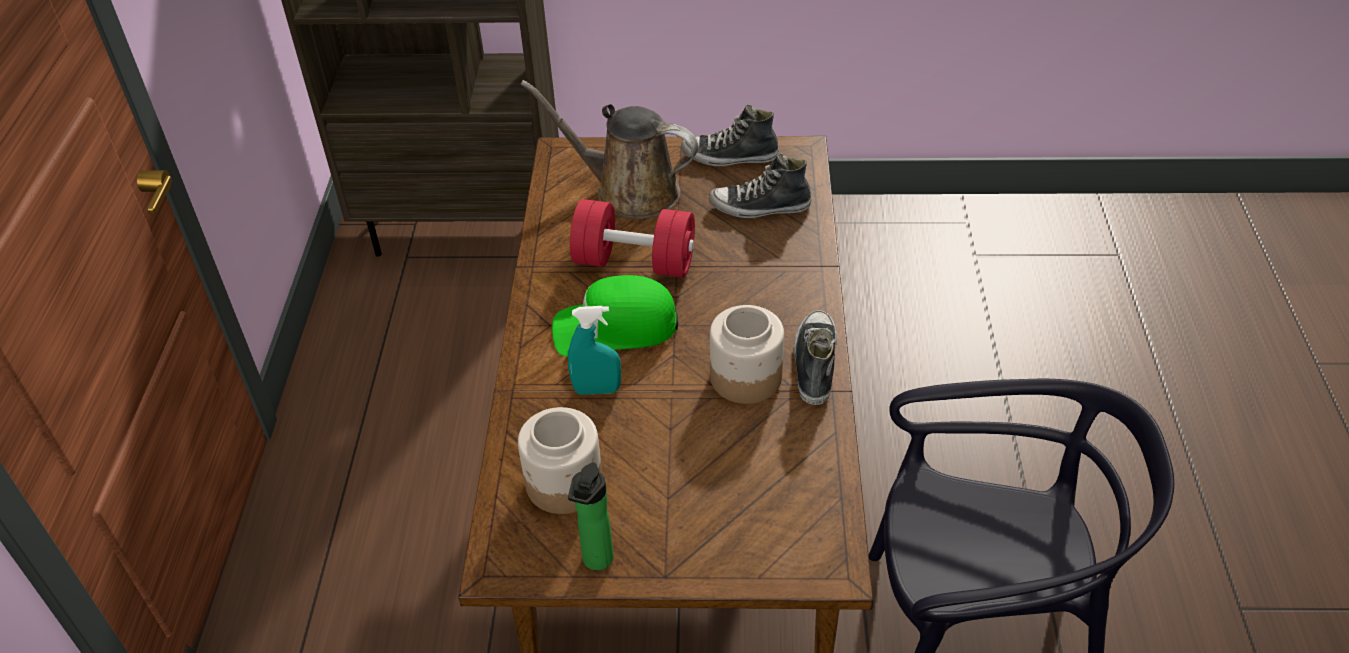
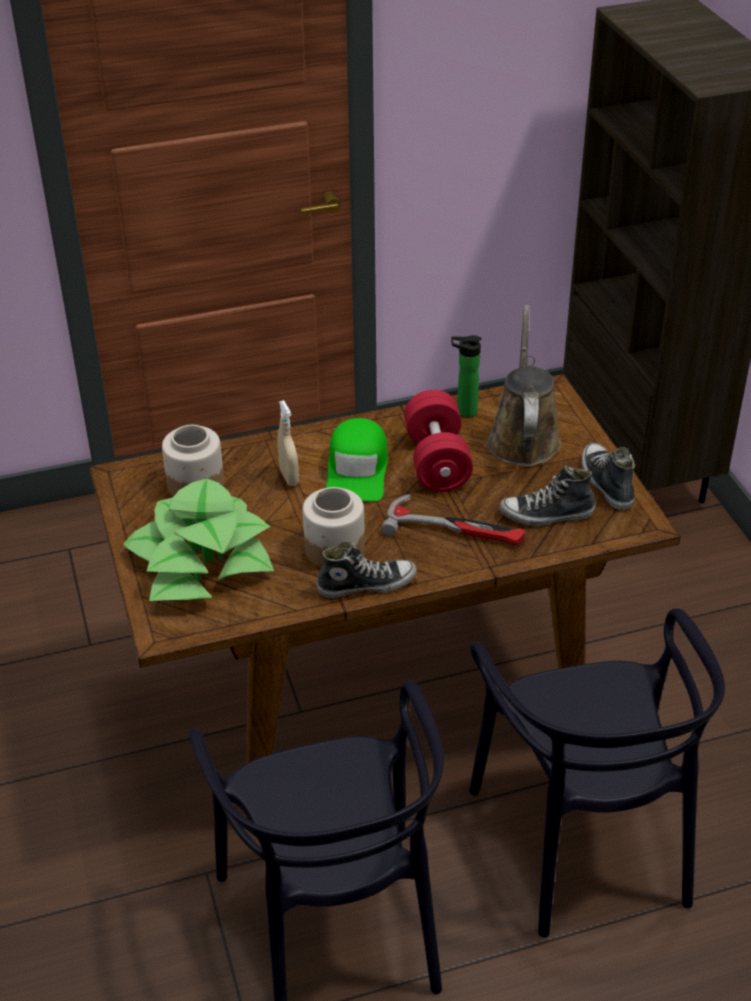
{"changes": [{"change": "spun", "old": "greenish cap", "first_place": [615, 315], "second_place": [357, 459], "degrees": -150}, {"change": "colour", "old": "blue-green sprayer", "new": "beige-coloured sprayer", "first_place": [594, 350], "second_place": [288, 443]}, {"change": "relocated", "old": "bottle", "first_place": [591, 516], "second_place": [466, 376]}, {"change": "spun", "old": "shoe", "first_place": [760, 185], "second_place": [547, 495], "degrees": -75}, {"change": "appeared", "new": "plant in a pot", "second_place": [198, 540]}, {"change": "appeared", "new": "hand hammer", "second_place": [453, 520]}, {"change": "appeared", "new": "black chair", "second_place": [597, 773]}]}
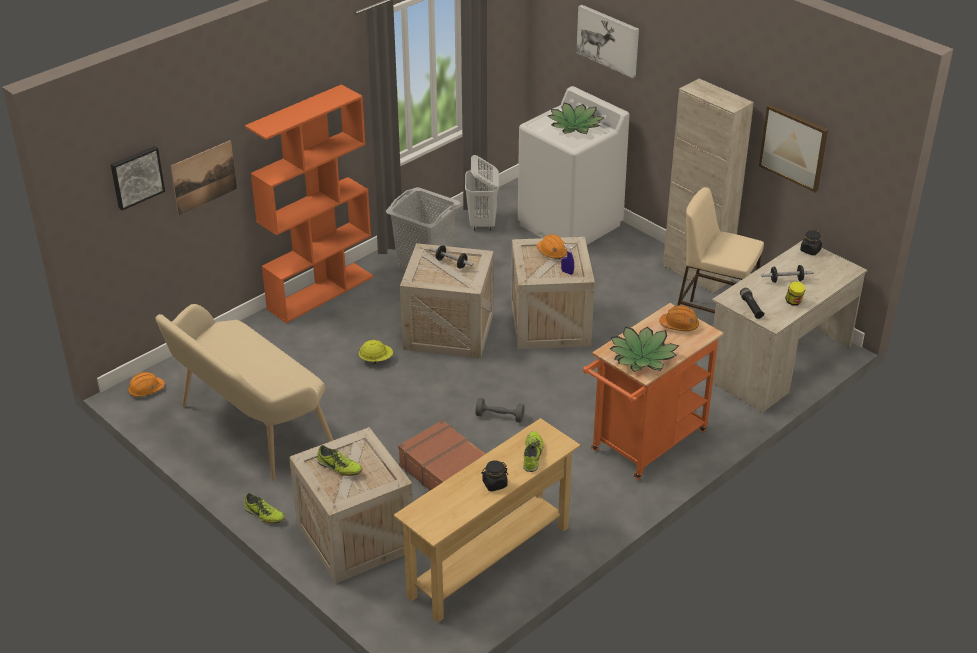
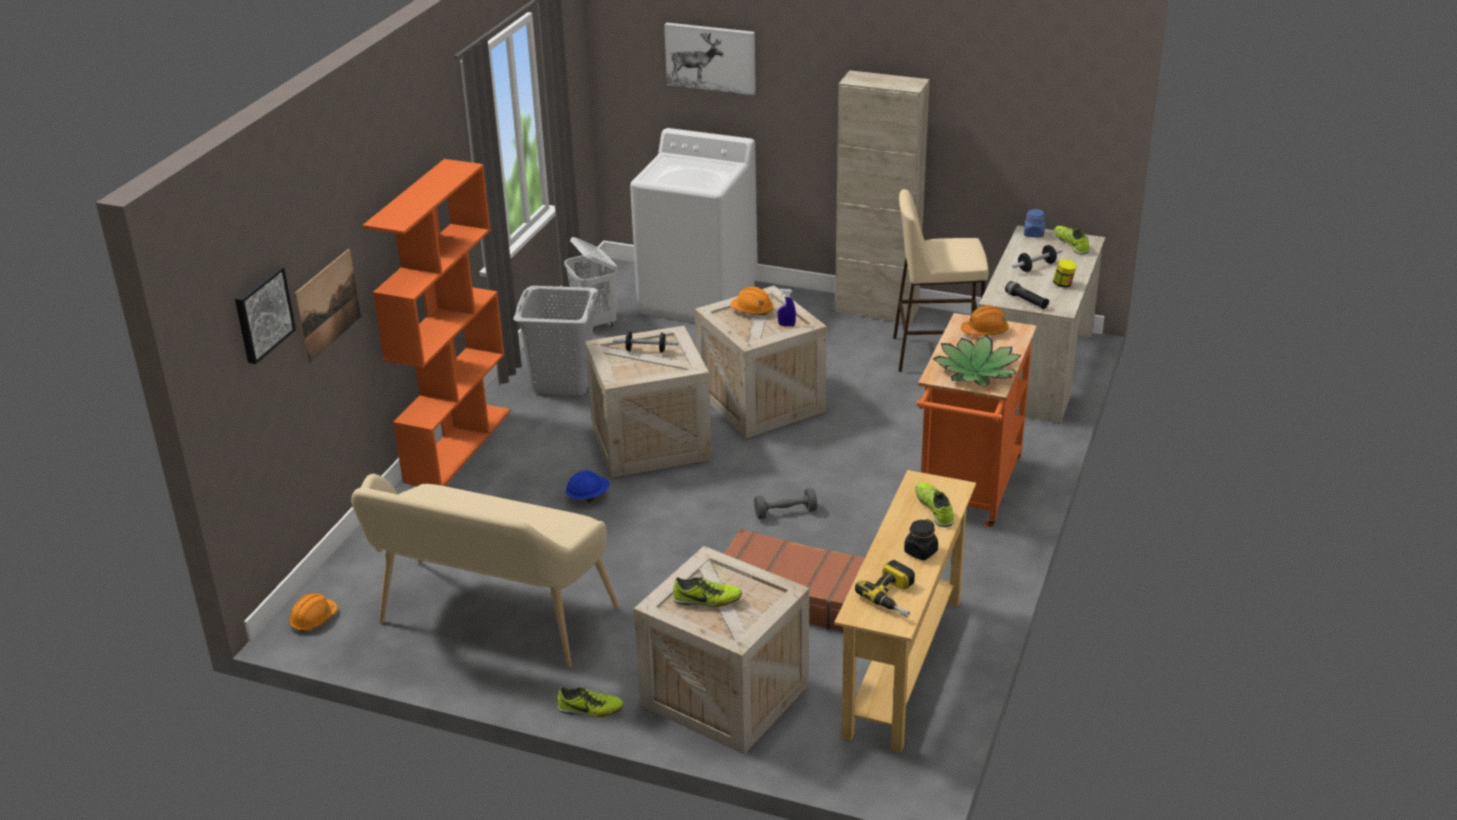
{"changes": [{"change": "colour", "old": "yellow safety helmet", "new": "bluish safety helmet", "first_place": [376, 352], "second_place": [587, 486]}, {"change": "missing", "old": "plant in a pot", "first_place": [576, 118]}, {"change": "missing", "old": "picture", "first_place": [793, 148]}, {"change": "colour", "old": "black storage jar", "new": "bluish storage jar", "first_place": [811, 242], "second_place": [1034, 223]}, {"change": "appeared", "new": "power drill", "second_place": [885, 589]}, {"change": "appeared", "new": "shoe", "second_place": [1071, 240]}]}
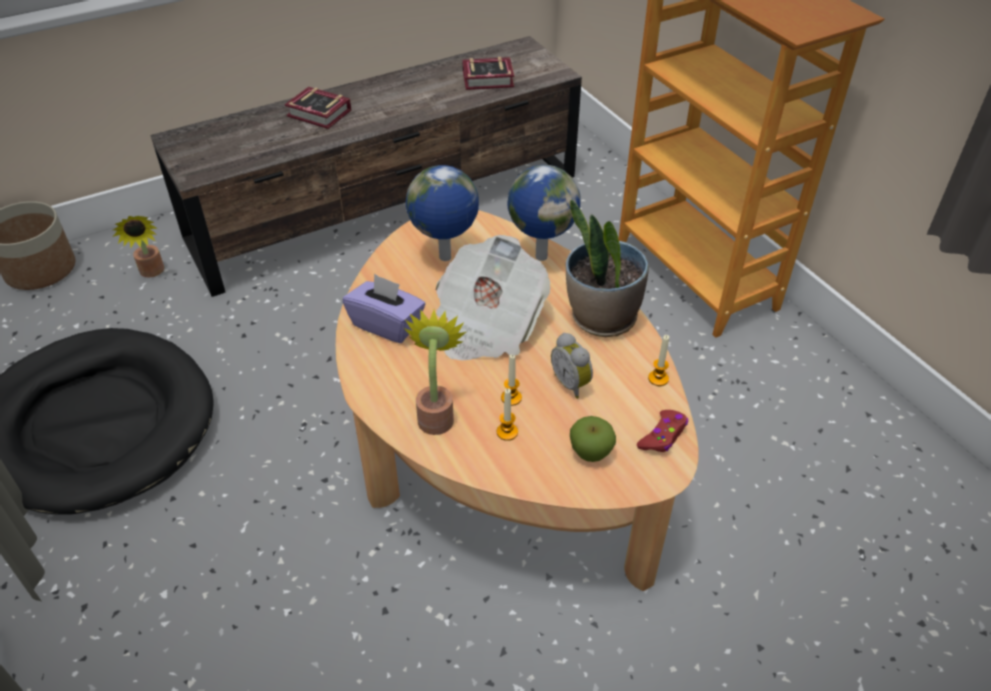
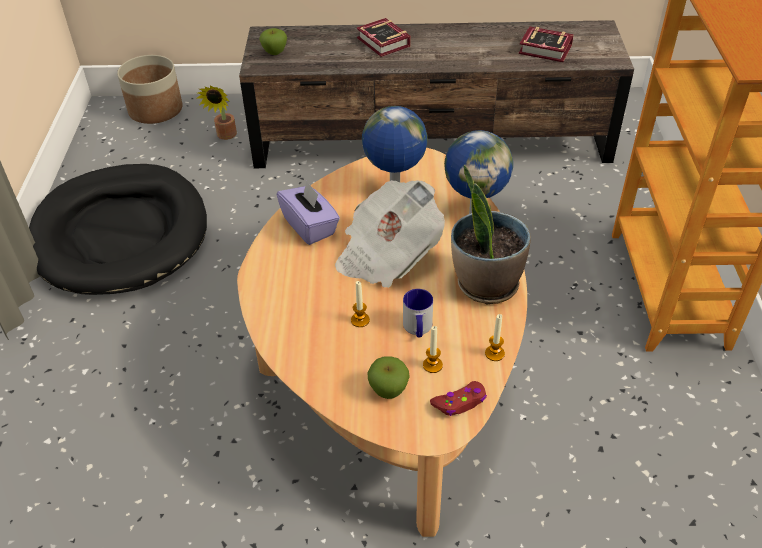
{"changes": [{"change": "missing", "old": "plant in a pot", "first_place": [435, 372]}, {"change": "relocated", "old": "wax candle", "first_place": [507, 415], "second_place": [433, 349]}, {"change": "exchanged", "old": "table clock", "new": "tea mug", "first_place": [572, 366], "second_place": [418, 313]}, {"change": "appeared", "new": "apple fruit", "second_place": [273, 41]}]}
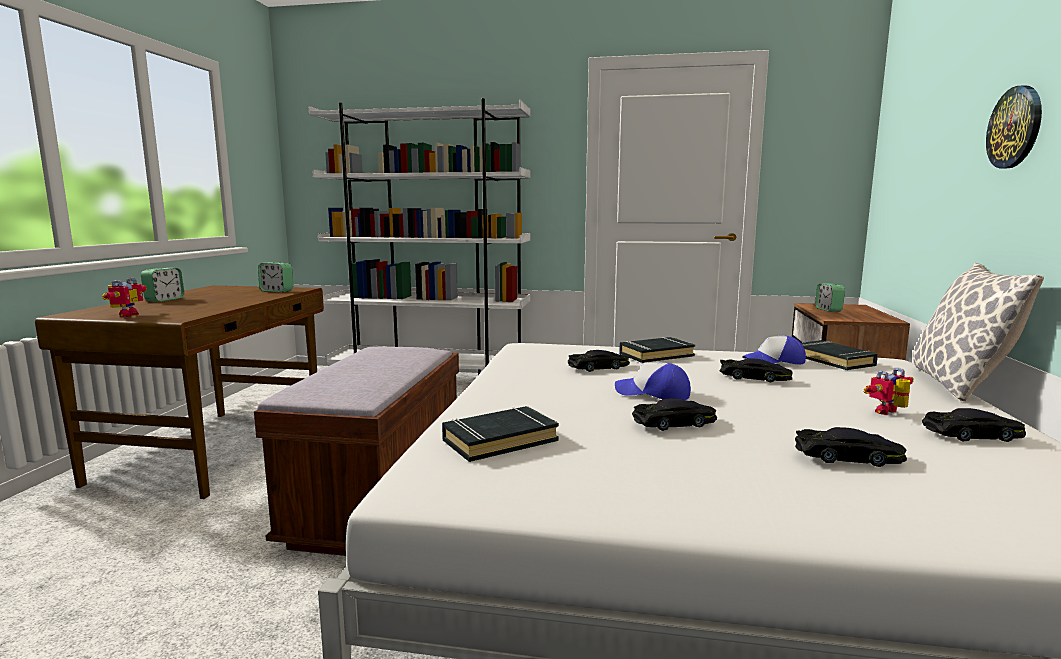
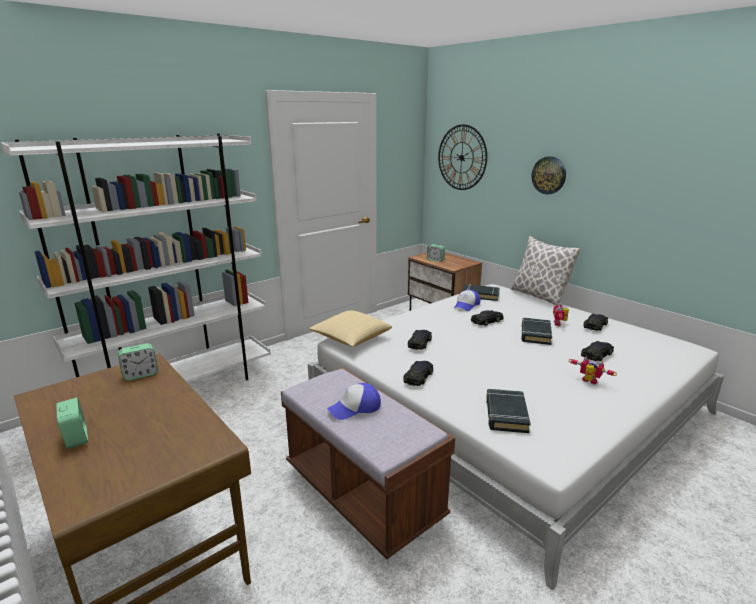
{"changes": [{"change": "relocated", "old": "robot figure", "first_place": [124, 297], "second_place": [593, 370]}, {"change": "relocated", "old": "cap", "first_place": [653, 381], "second_place": [354, 401]}, {"change": "relocated", "old": "black book", "first_place": [657, 350], "second_place": [536, 331]}, {"change": "relocated", "old": "black model car", "first_place": [674, 414], "second_place": [418, 373]}, {"change": "appeared", "new": "throw pillow", "second_place": [350, 328]}, {"change": "appeared", "new": "clock on the wall", "second_place": [462, 157]}]}
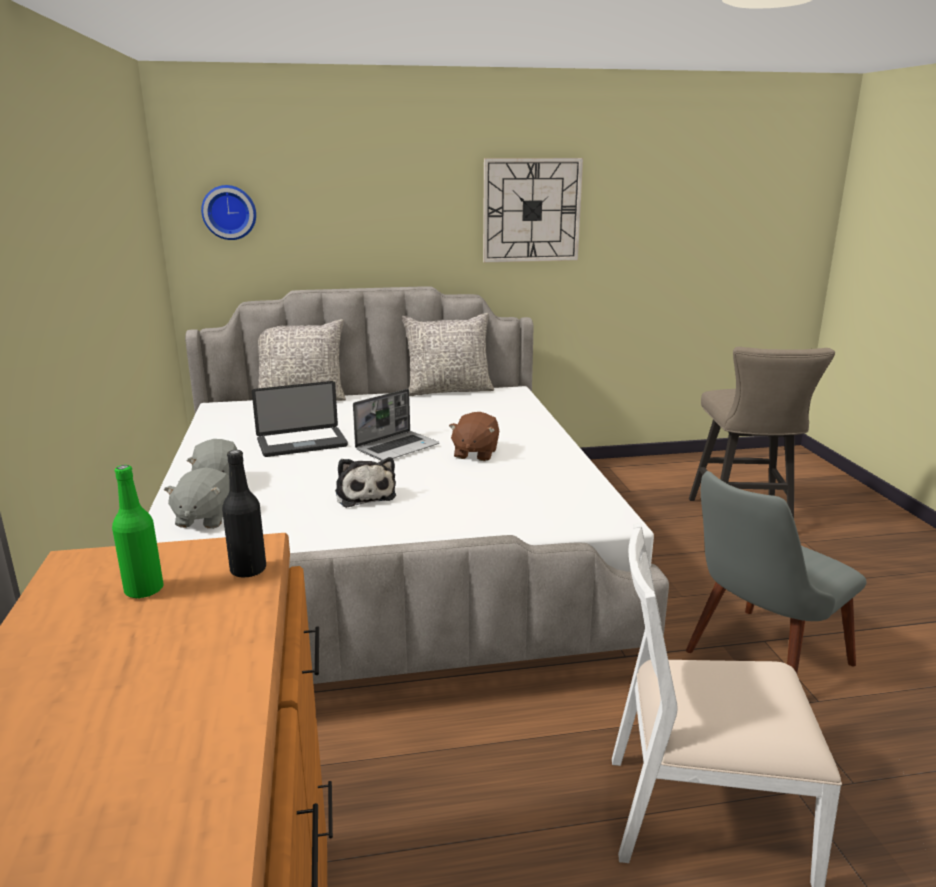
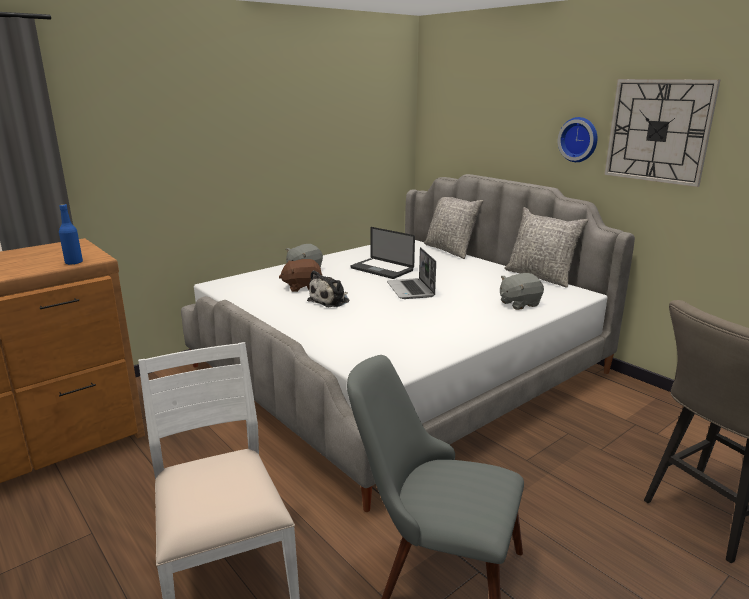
{"changes": [{"change": "missing", "old": "greenish bottle", "first_place": [138, 531]}, {"change": "relocated", "old": "grey plush toy", "first_place": [197, 498], "second_place": [522, 291]}, {"change": "relocated", "old": "clock on the wall", "first_place": [228, 212], "second_place": [578, 139]}, {"change": "colour", "old": "black bottle", "new": "bluish bottle", "first_place": [244, 514], "second_place": [71, 234]}, {"change": "spun", "old": "portable computer", "first_place": [396, 425], "second_place": [411, 273], "degrees": 60}, {"change": "relocated", "old": "brown plush toy", "first_place": [474, 436], "second_place": [300, 275]}]}
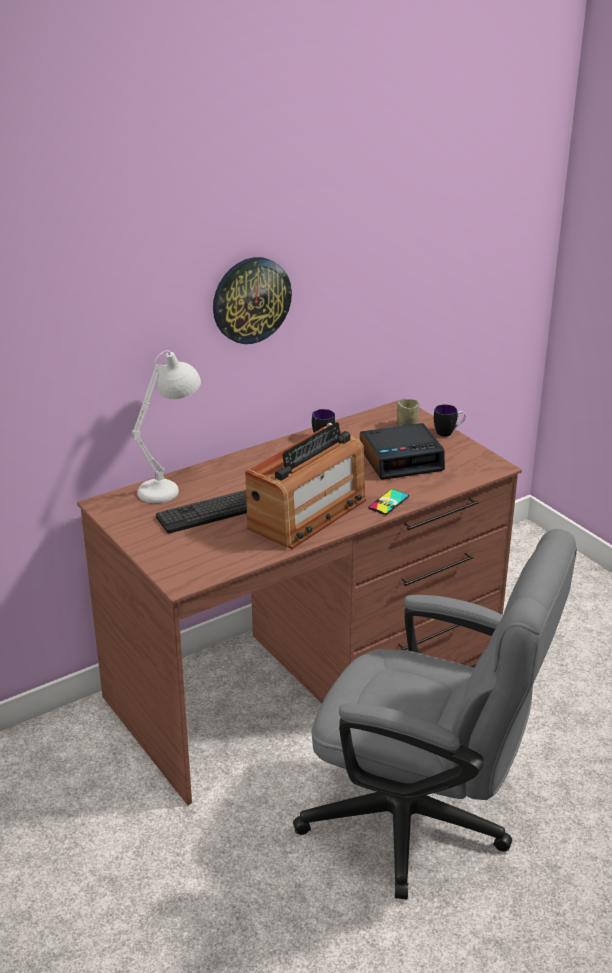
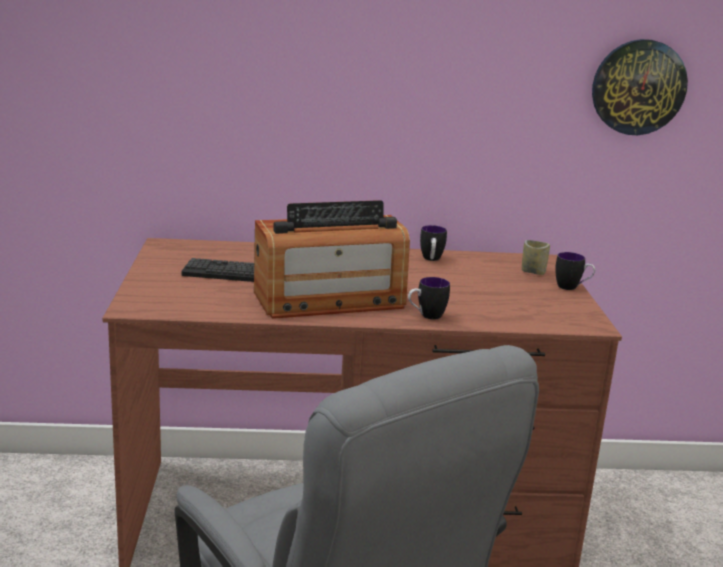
{"changes": [{"change": "missing", "old": "white-coloured table lamp", "first_place": [166, 426]}, {"change": "relocated", "old": "clock on the wall", "first_place": [252, 300], "second_place": [640, 87]}, {"change": "missing", "old": "table clock", "first_place": [402, 451]}, {"change": "exchanged", "old": "handset", "new": "tea mug", "first_place": [388, 502], "second_place": [429, 298]}]}
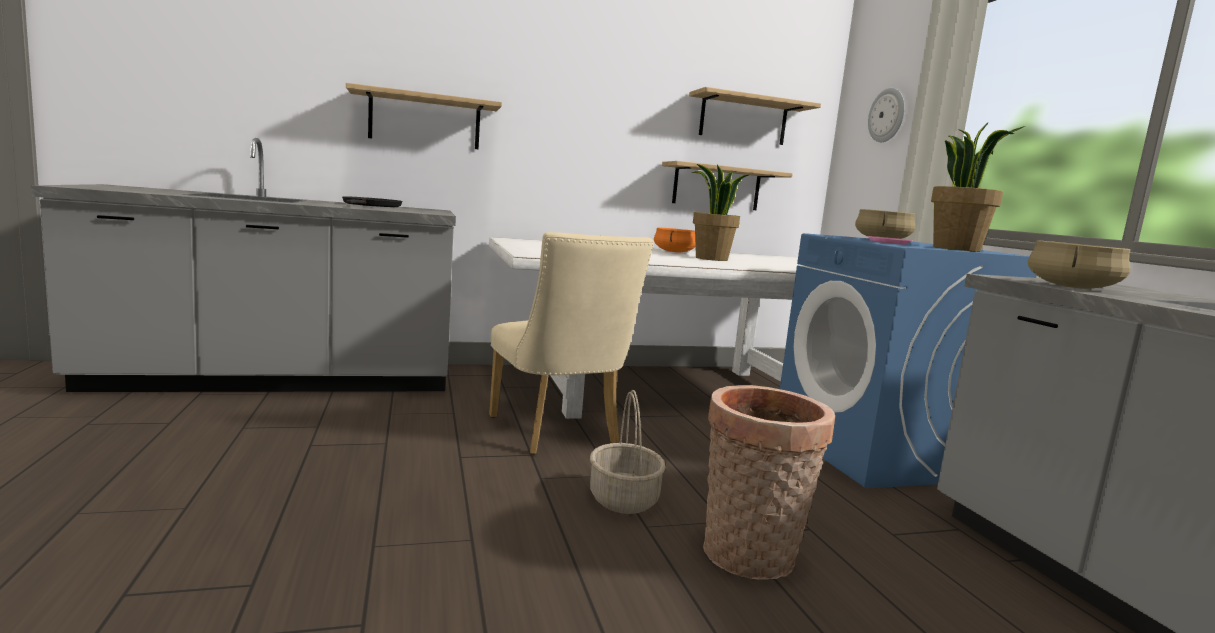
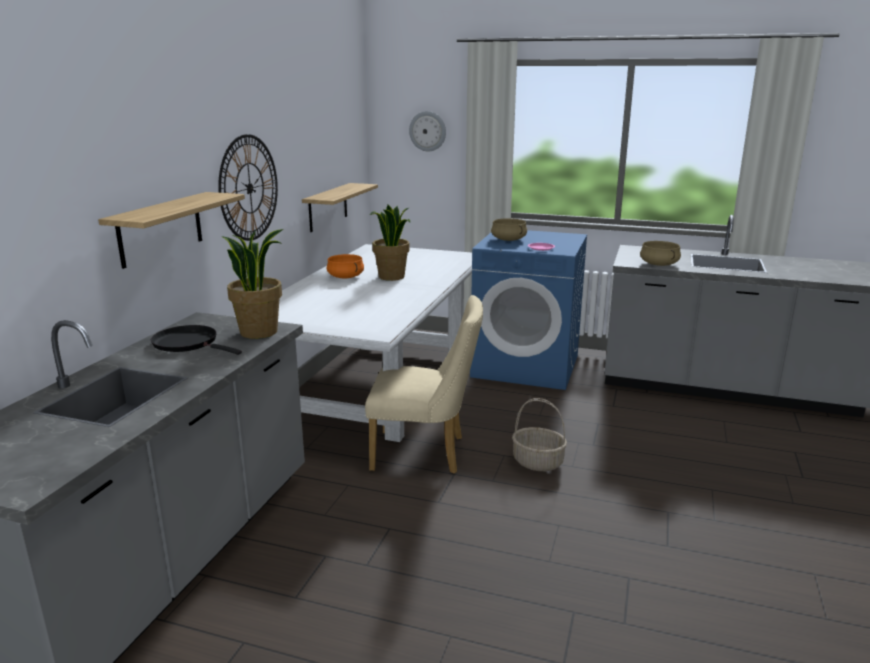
{"changes": [{"change": "missing", "old": "wall shelf", "first_place": [755, 116]}, {"change": "missing", "old": "storage basket", "first_place": [769, 482]}, {"change": "relocated", "old": "plant in a pot", "first_place": [978, 187], "second_place": [252, 284]}, {"change": "appeared", "new": "clock on the wall", "second_place": [248, 187]}]}
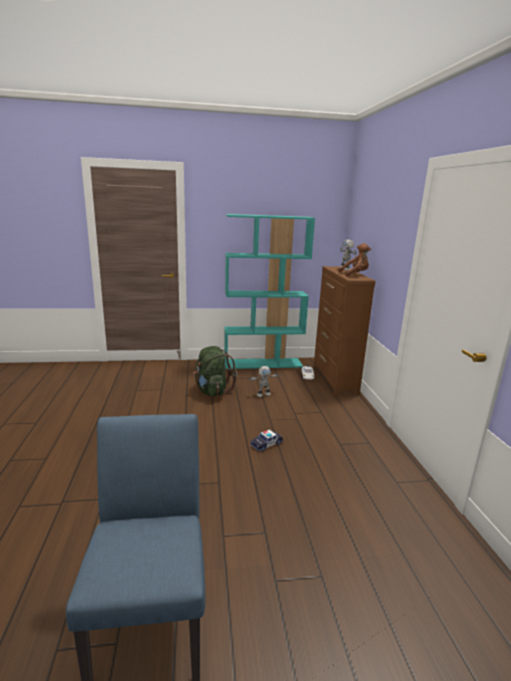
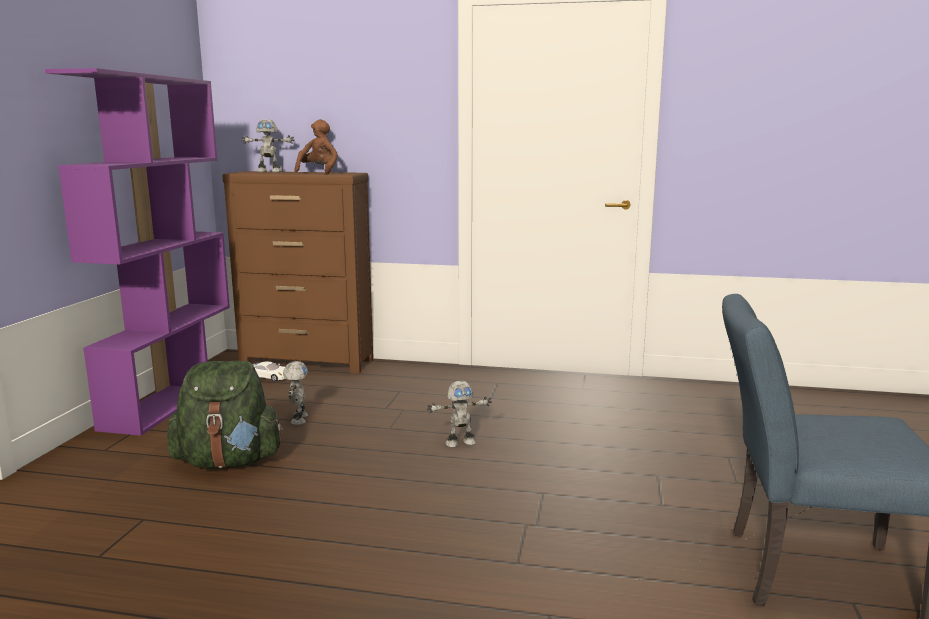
{"changes": [{"change": "colour", "old": "blue-green bookcase", "new": "purplish bookcase", "first_place": [269, 291], "second_place": [137, 252]}, {"change": "exchanged", "old": "model car", "new": "robot figure", "first_place": [266, 440], "second_place": [459, 414]}]}
